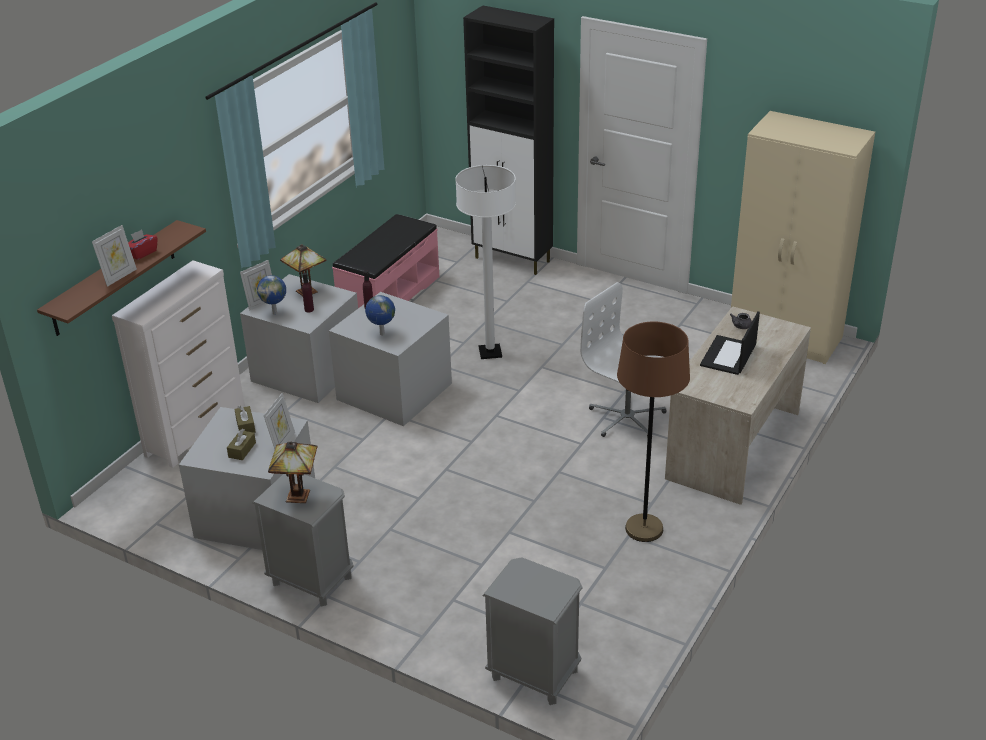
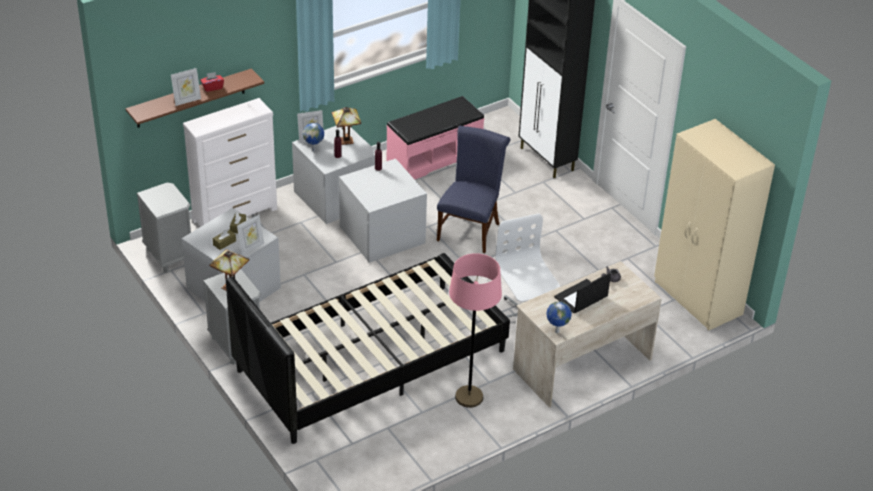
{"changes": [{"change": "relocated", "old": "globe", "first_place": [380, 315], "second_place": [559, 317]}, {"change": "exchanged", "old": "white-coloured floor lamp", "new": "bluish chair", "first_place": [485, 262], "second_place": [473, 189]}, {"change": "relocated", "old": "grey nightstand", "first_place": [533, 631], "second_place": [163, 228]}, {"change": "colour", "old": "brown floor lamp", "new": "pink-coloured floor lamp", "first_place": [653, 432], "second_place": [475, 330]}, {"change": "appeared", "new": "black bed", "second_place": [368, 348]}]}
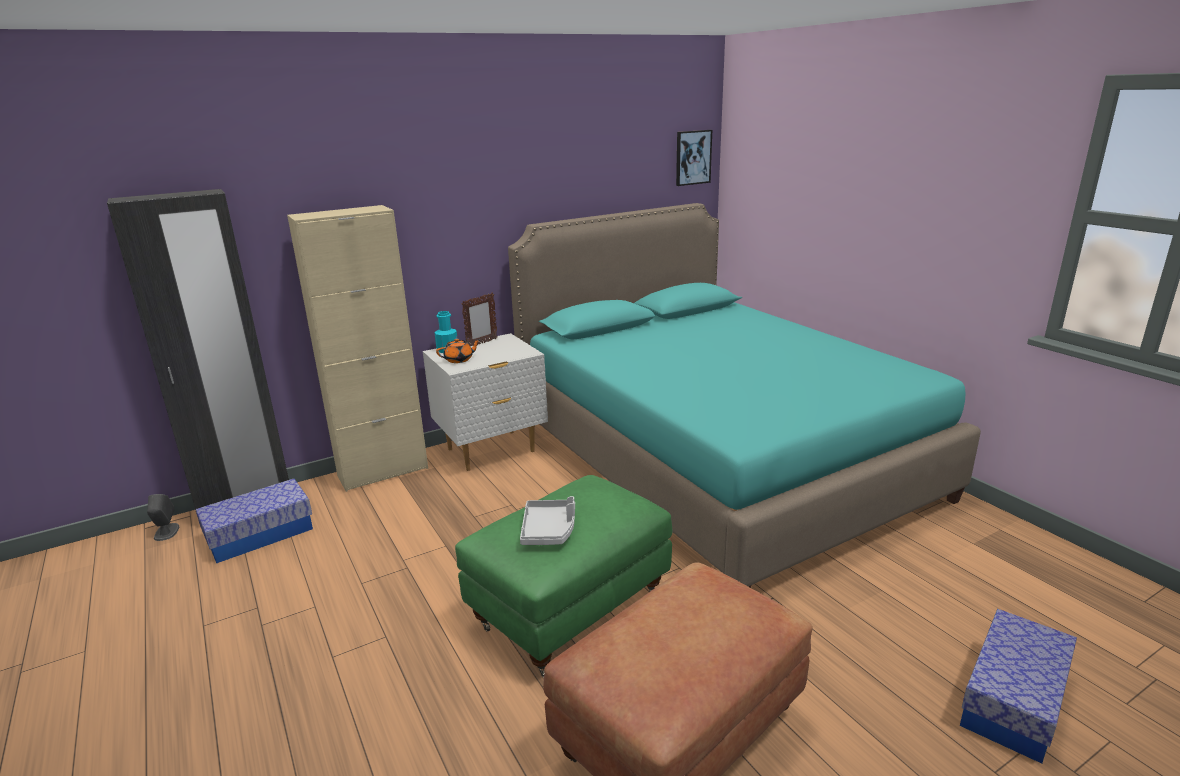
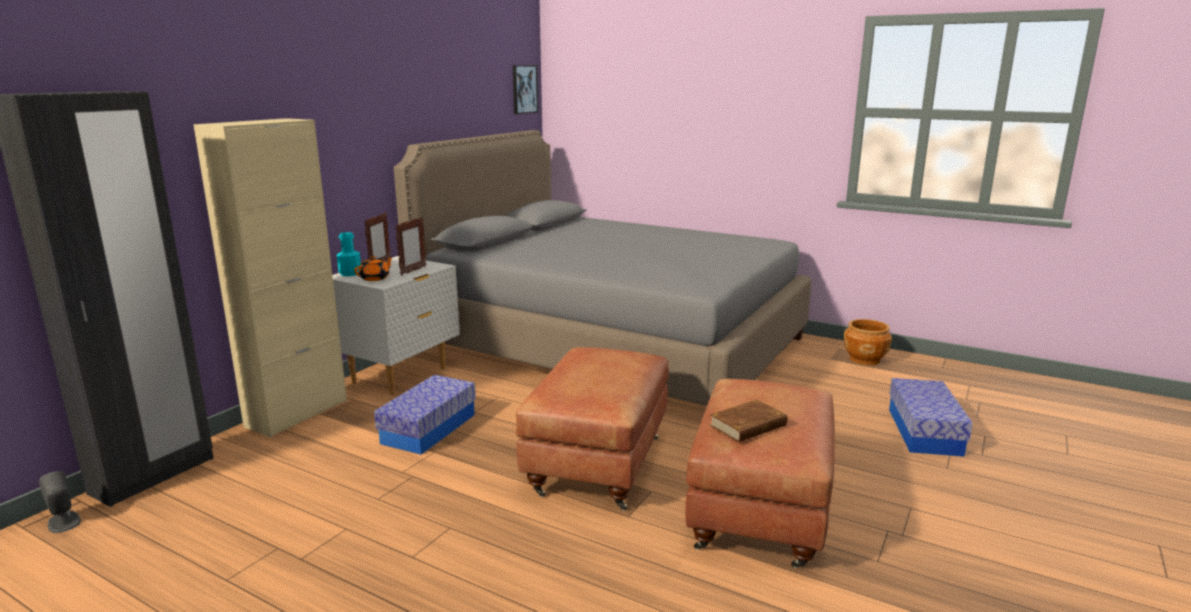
{"changes": [{"change": "relocated", "old": "storage box", "first_place": [254, 521], "second_place": [425, 415]}, {"change": "colour", "old": "greenish footrest", "new": "brown footrest", "first_place": [563, 576], "second_place": [592, 429]}, {"change": "colour", "old": "blue-green bed", "new": "grey bed", "first_place": [744, 395], "second_place": [603, 268]}, {"change": "missing", "old": "grey serving tray", "first_place": [547, 520]}, {"change": "appeared", "new": "photo frame", "second_place": [411, 246]}, {"change": "appeared", "new": "brown book", "second_place": [748, 421]}, {"change": "appeared", "new": "brown plant pot", "second_place": [868, 342]}]}
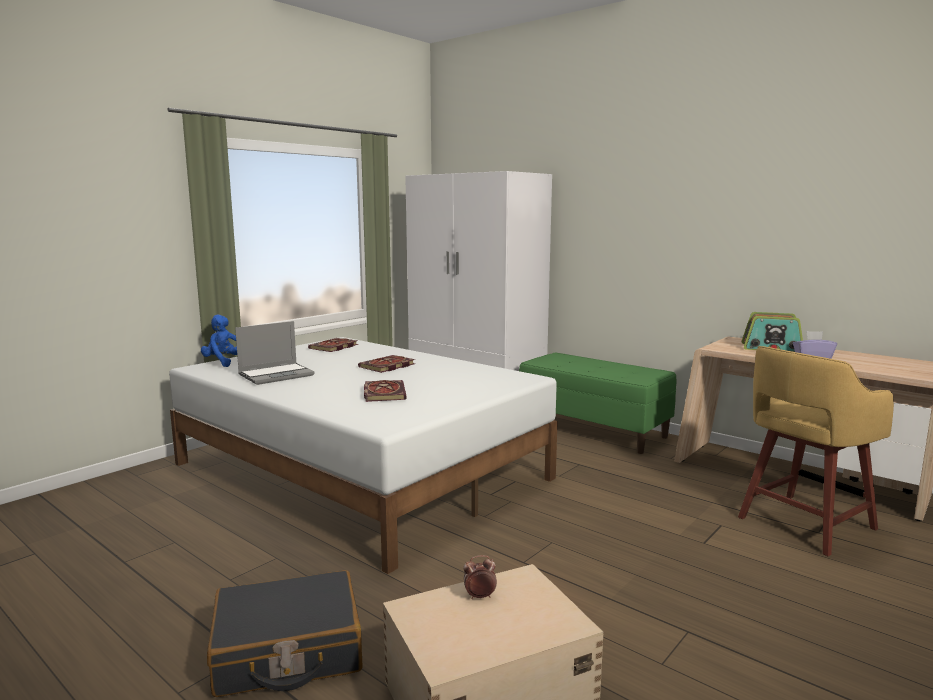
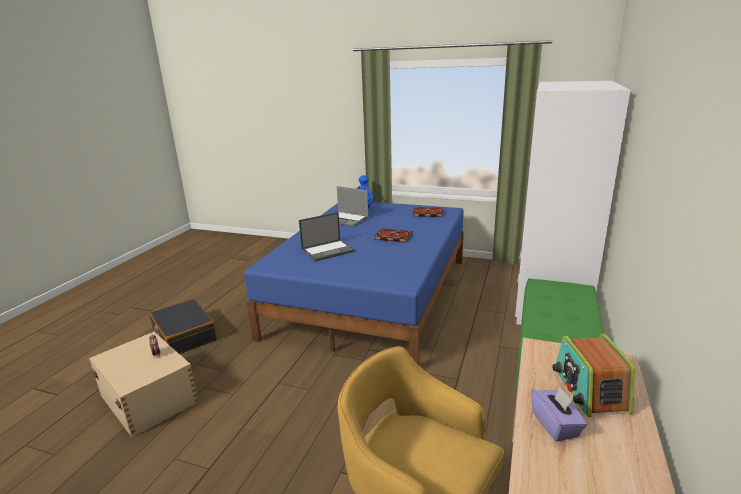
{"changes": [{"change": "colour", "old": "white-coloured bed", "new": "bluish bed", "first_place": [363, 455], "second_place": [354, 283]}, {"change": "exchanged", "old": "book", "new": "portable computer", "first_place": [385, 391], "second_place": [327, 236]}]}
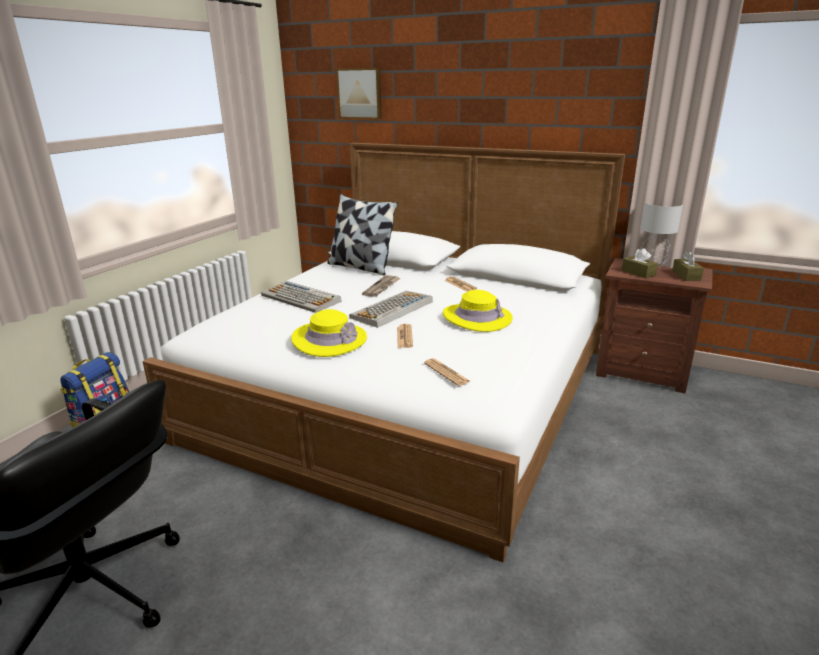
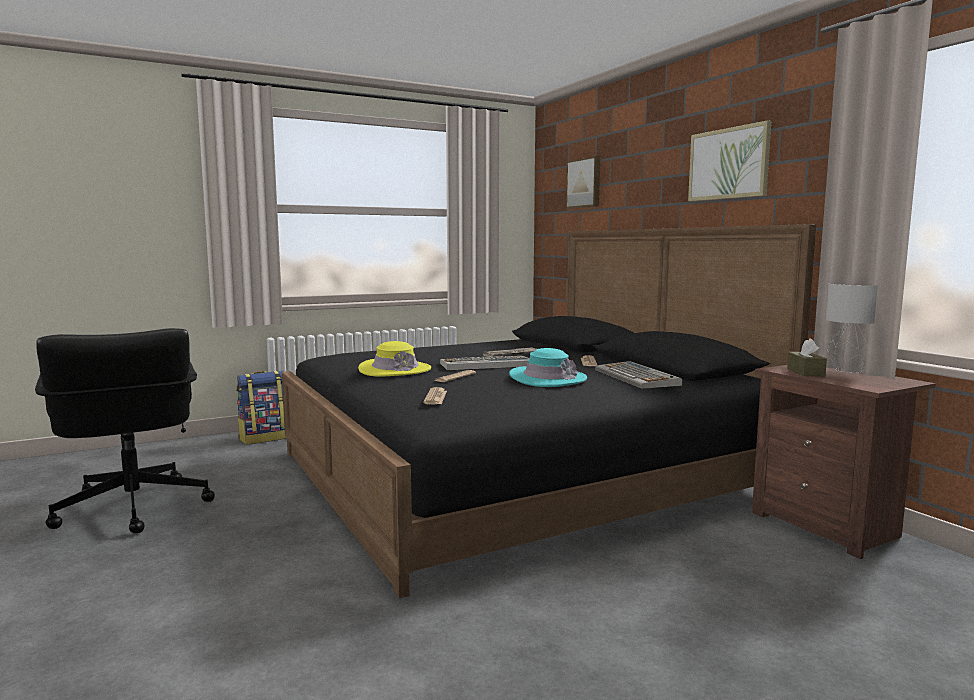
{"changes": [{"change": "colour", "old": "white-coloured bed", "new": "black bed", "first_place": [383, 352], "second_place": [549, 411]}, {"change": "relocated", "old": "computer keyboard", "first_place": [301, 297], "second_place": [638, 375]}, {"change": "missing", "old": "throw pillow", "first_place": [363, 234]}, {"change": "colour", "old": "yellow wearable hat", "new": "blue-green wearable hat", "first_place": [478, 311], "second_place": [548, 367]}, {"change": "missing", "old": "brown box of tissues", "first_place": [688, 266]}, {"change": "appeared", "new": "picture", "second_place": [729, 160]}]}
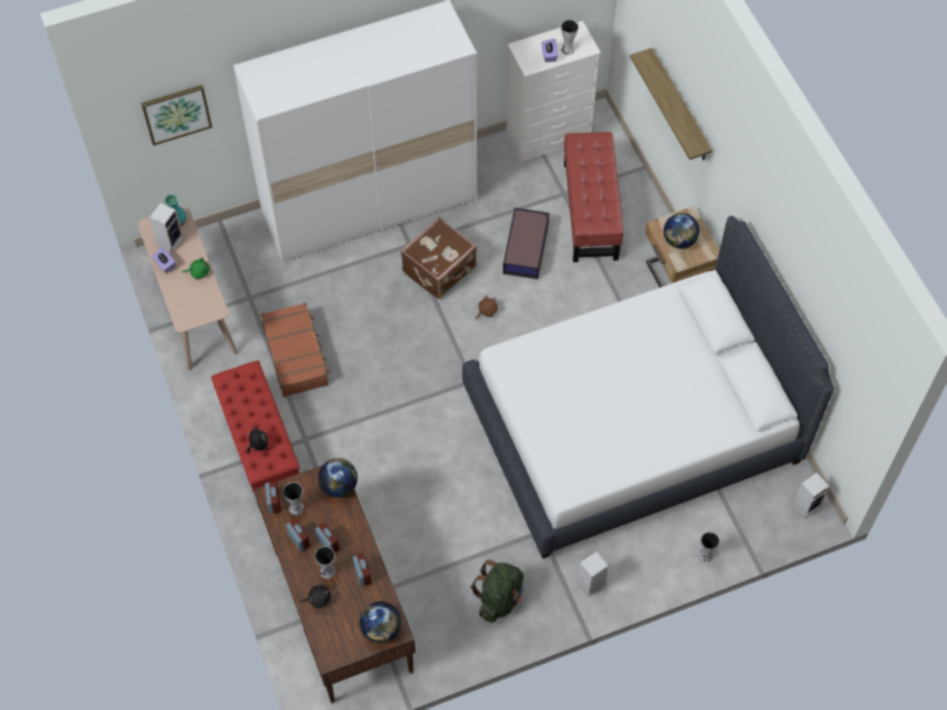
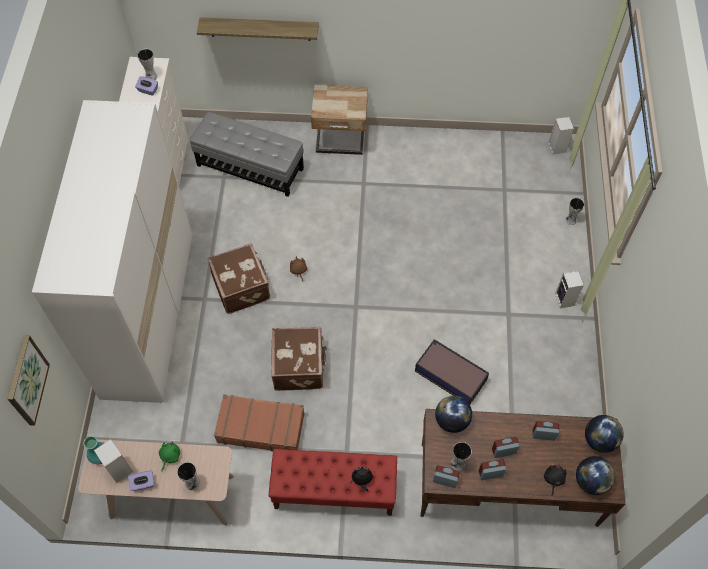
{"changes": [{"change": "relocated", "old": "vase", "first_place": [325, 562], "second_place": [188, 476]}, {"change": "missing", "old": "white-coloured bed", "first_place": [648, 387]}, {"change": "missing", "old": "greenish knapsack", "first_place": [497, 591]}, {"change": "relocated", "old": "storage box", "first_place": [526, 243], "second_place": [452, 372]}, {"change": "colour", "old": "red footrest", "new": "grey footrest", "first_place": [593, 197], "second_place": [247, 154]}, {"change": "relocated", "old": "globe", "first_place": [681, 231], "second_place": [595, 475]}, {"change": "appeared", "new": "brown suitcase", "second_place": [299, 359]}]}
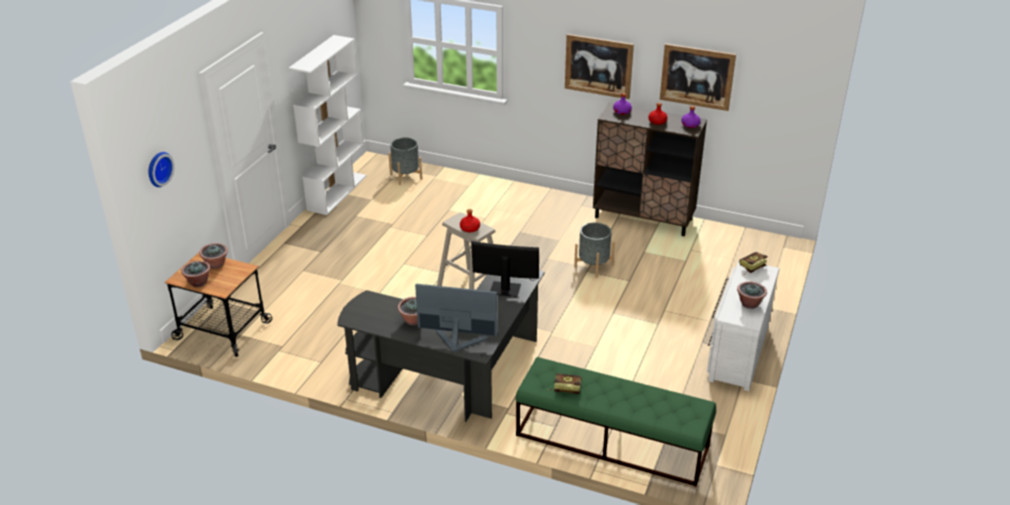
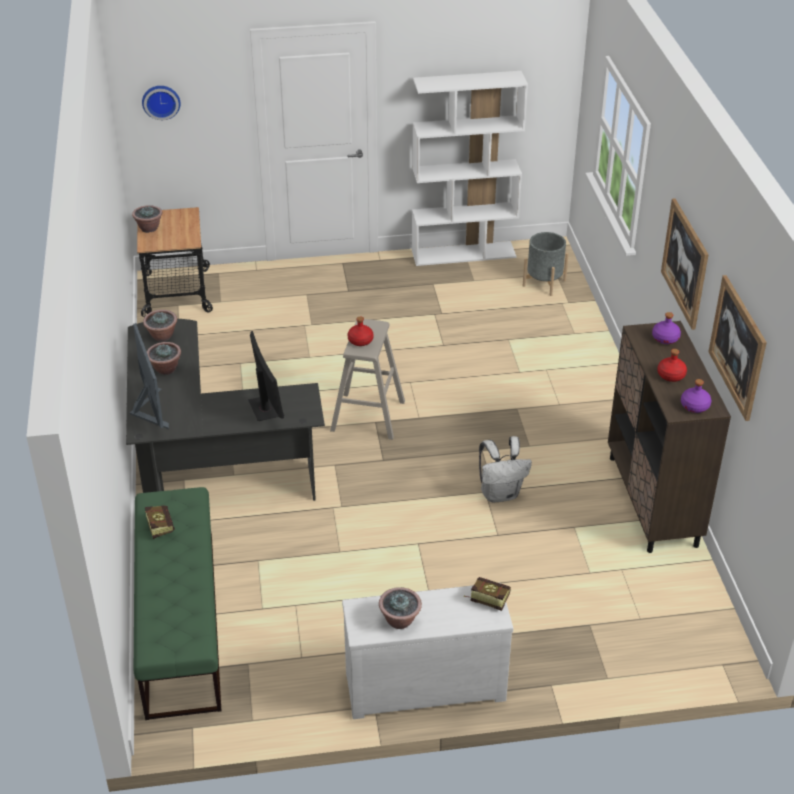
{"changes": [{"change": "relocated", "old": "plant in a pot", "first_place": [213, 256], "second_place": [160, 326]}, {"change": "exchanged", "old": "grey plant pot", "new": "white-coloured knapsack", "first_place": [594, 250], "second_place": [505, 469]}]}
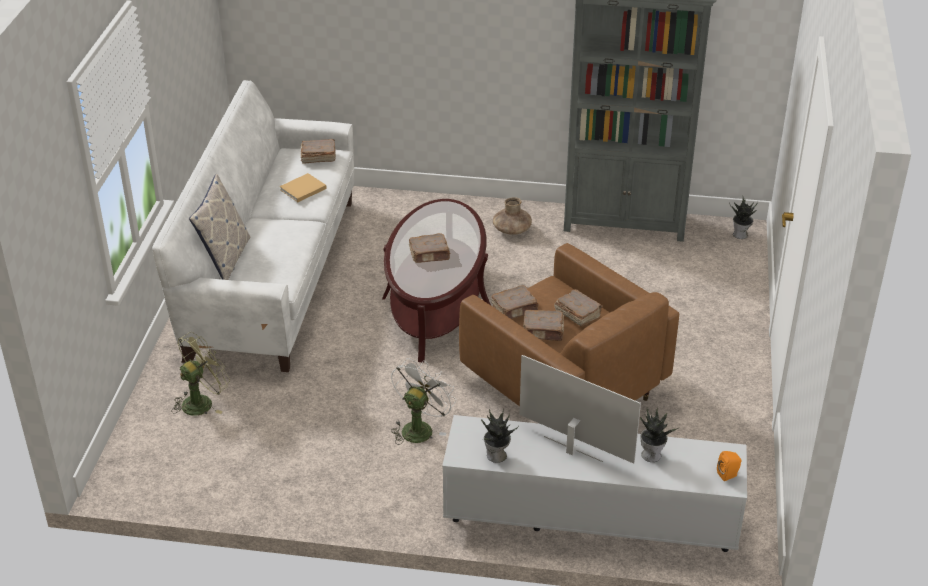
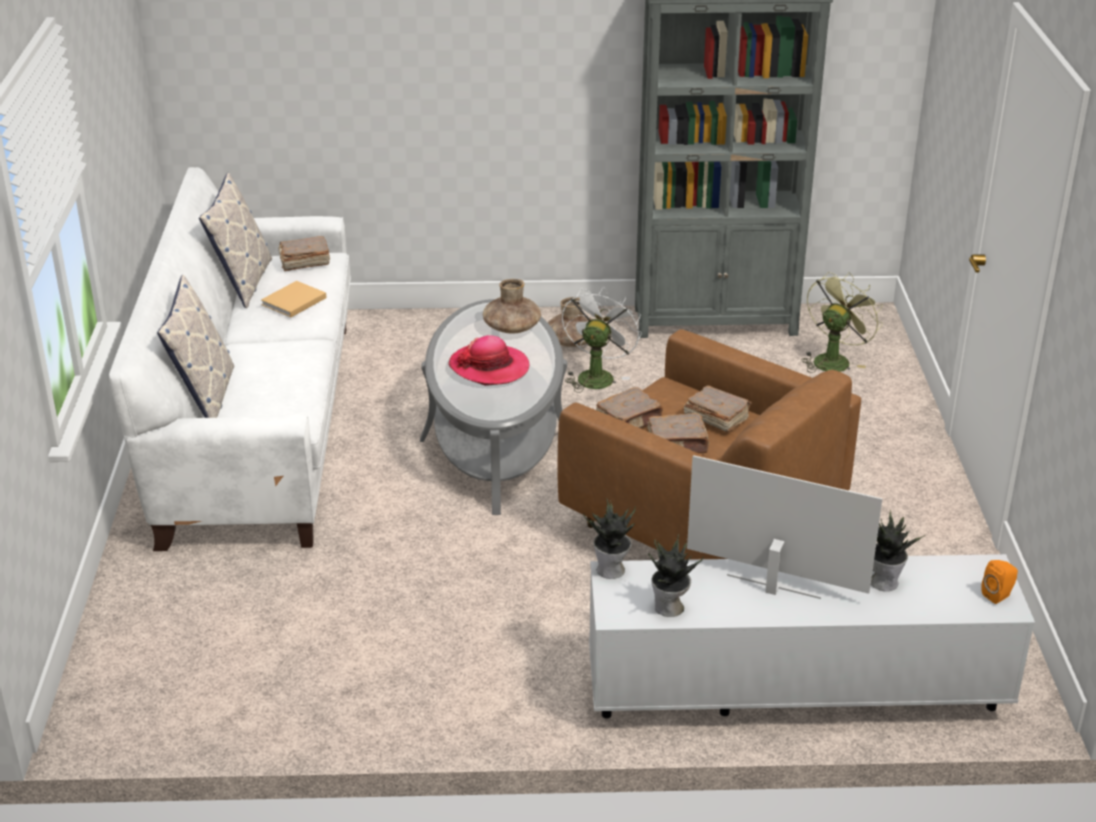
{"changes": [{"change": "relocated", "old": "greenish electric fan", "first_place": [200, 374], "second_place": [842, 322]}, {"change": "colour", "old": "brown low table", "new": "grey low table", "first_place": [436, 281], "second_place": [493, 407]}, {"change": "relocated", "old": "white-coloured electric fan", "first_place": [423, 401], "second_place": [601, 339]}, {"change": "exchanged", "old": "brown book", "new": "wearable hat", "first_place": [429, 248], "second_place": [488, 360]}, {"change": "relocated", "old": "plant in a pot", "first_place": [743, 218], "second_place": [610, 539]}, {"change": "appeared", "new": "throw pillow", "second_place": [235, 240]}, {"change": "appeared", "new": "brown vase", "second_place": [512, 306]}]}
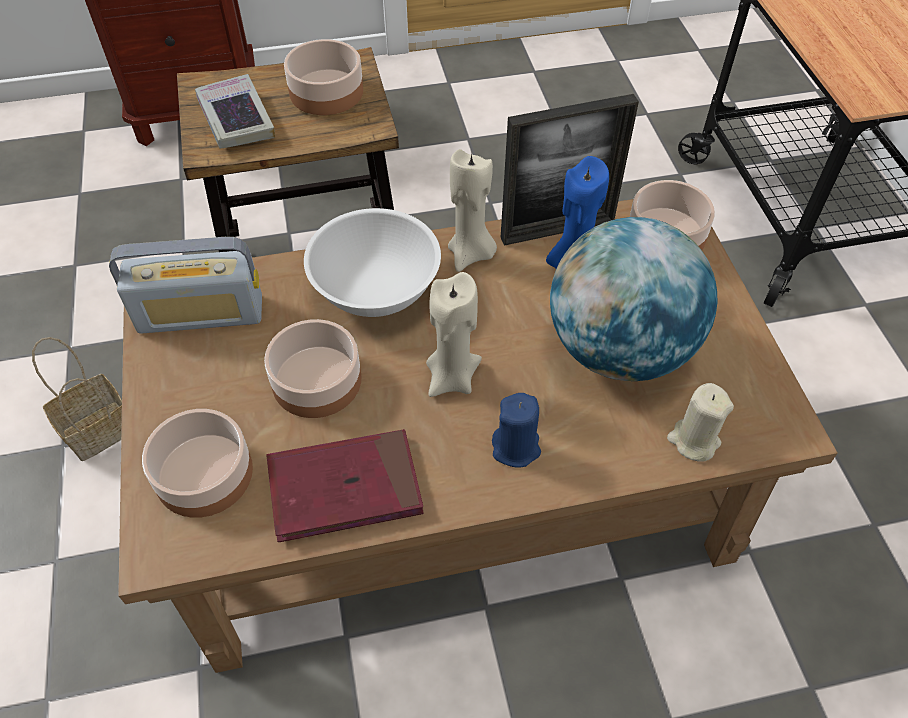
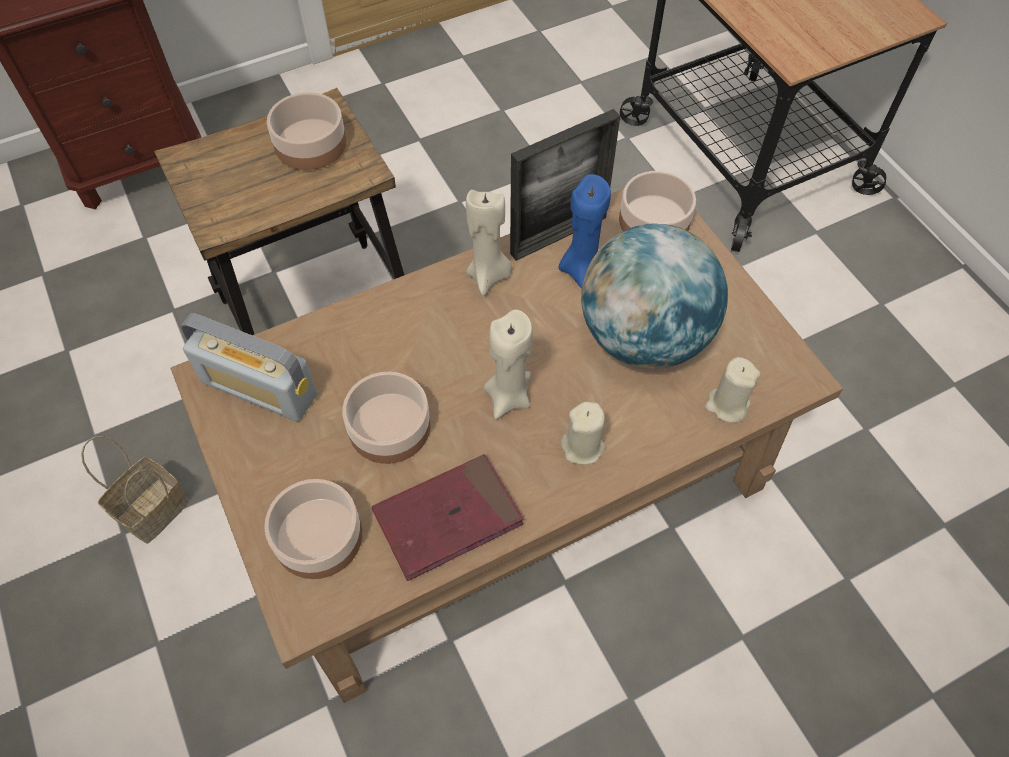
{"changes": [{"change": "spun", "old": "radio receiver", "first_place": [185, 285], "second_place": [248, 367], "degrees": 45}, {"change": "missing", "old": "book", "first_place": [235, 111]}, {"change": "missing", "old": "white-coloured serving bowl", "first_place": [372, 262]}, {"change": "colour", "old": "bluish wax candle", "new": "beige-coloured wax candle", "first_place": [516, 430], "second_place": [583, 433]}]}
